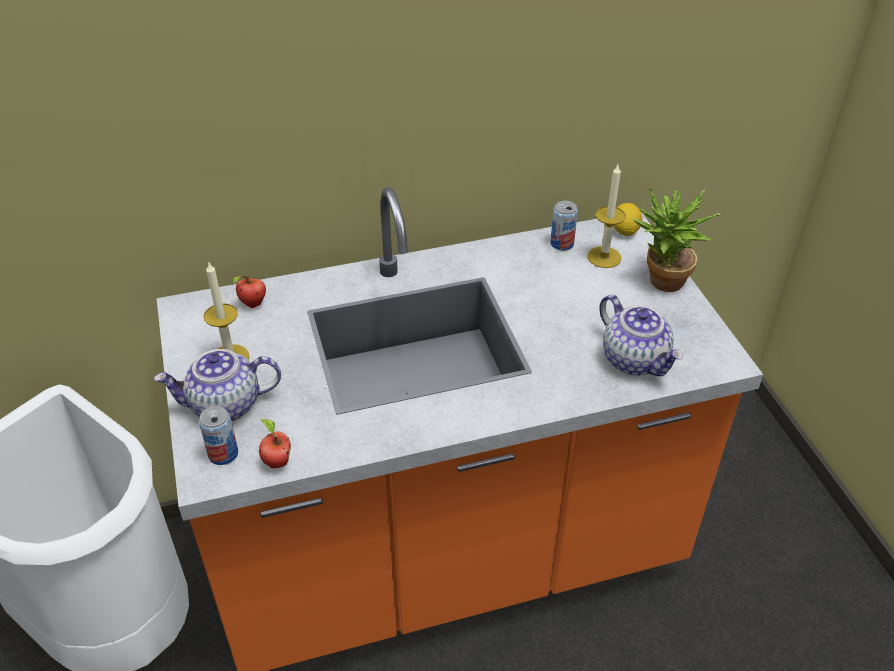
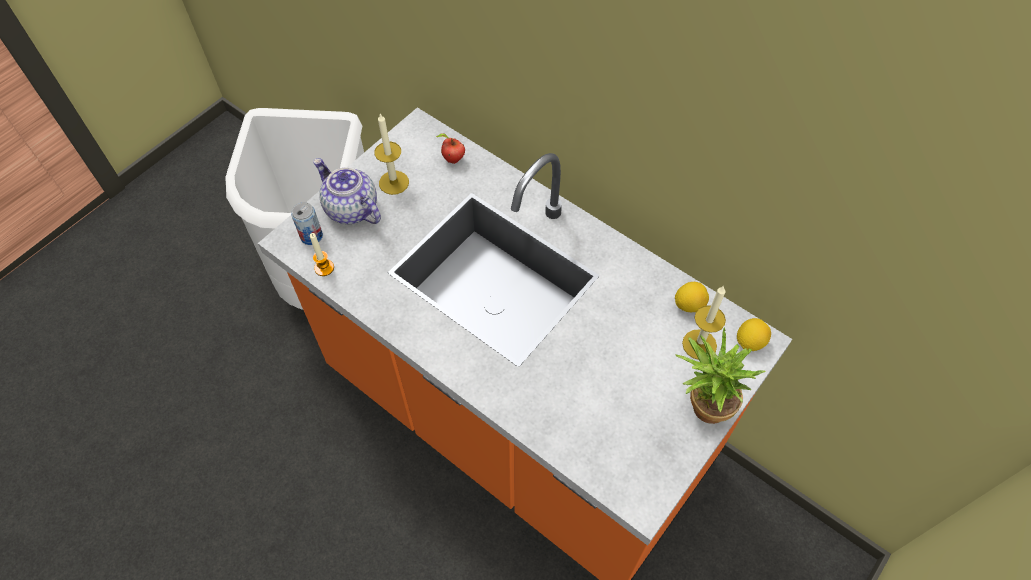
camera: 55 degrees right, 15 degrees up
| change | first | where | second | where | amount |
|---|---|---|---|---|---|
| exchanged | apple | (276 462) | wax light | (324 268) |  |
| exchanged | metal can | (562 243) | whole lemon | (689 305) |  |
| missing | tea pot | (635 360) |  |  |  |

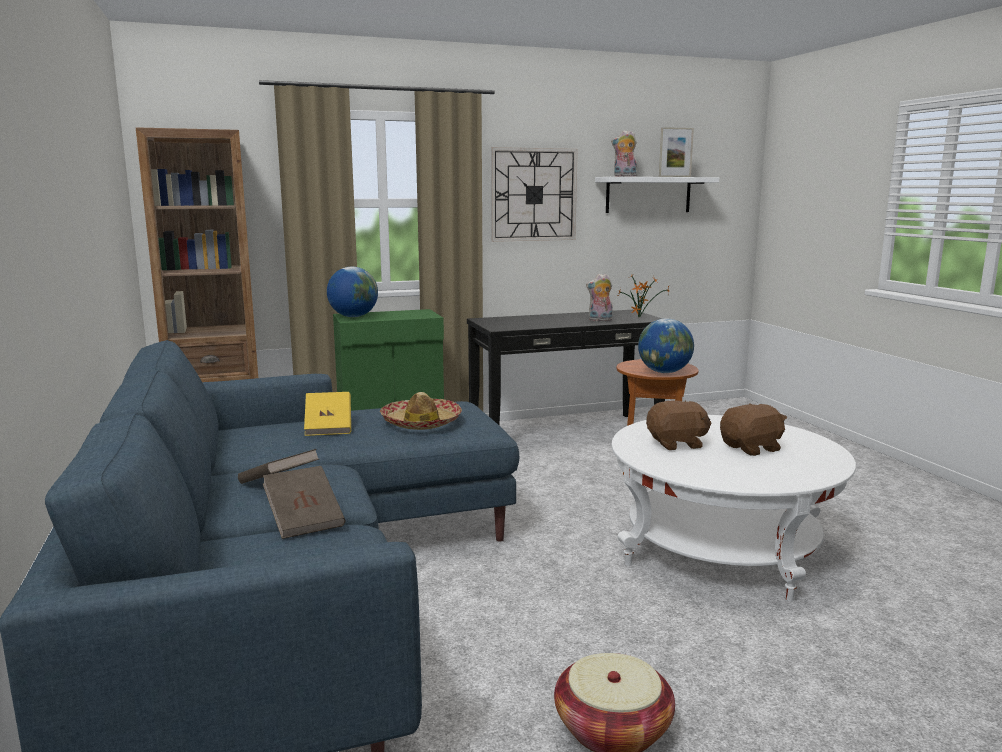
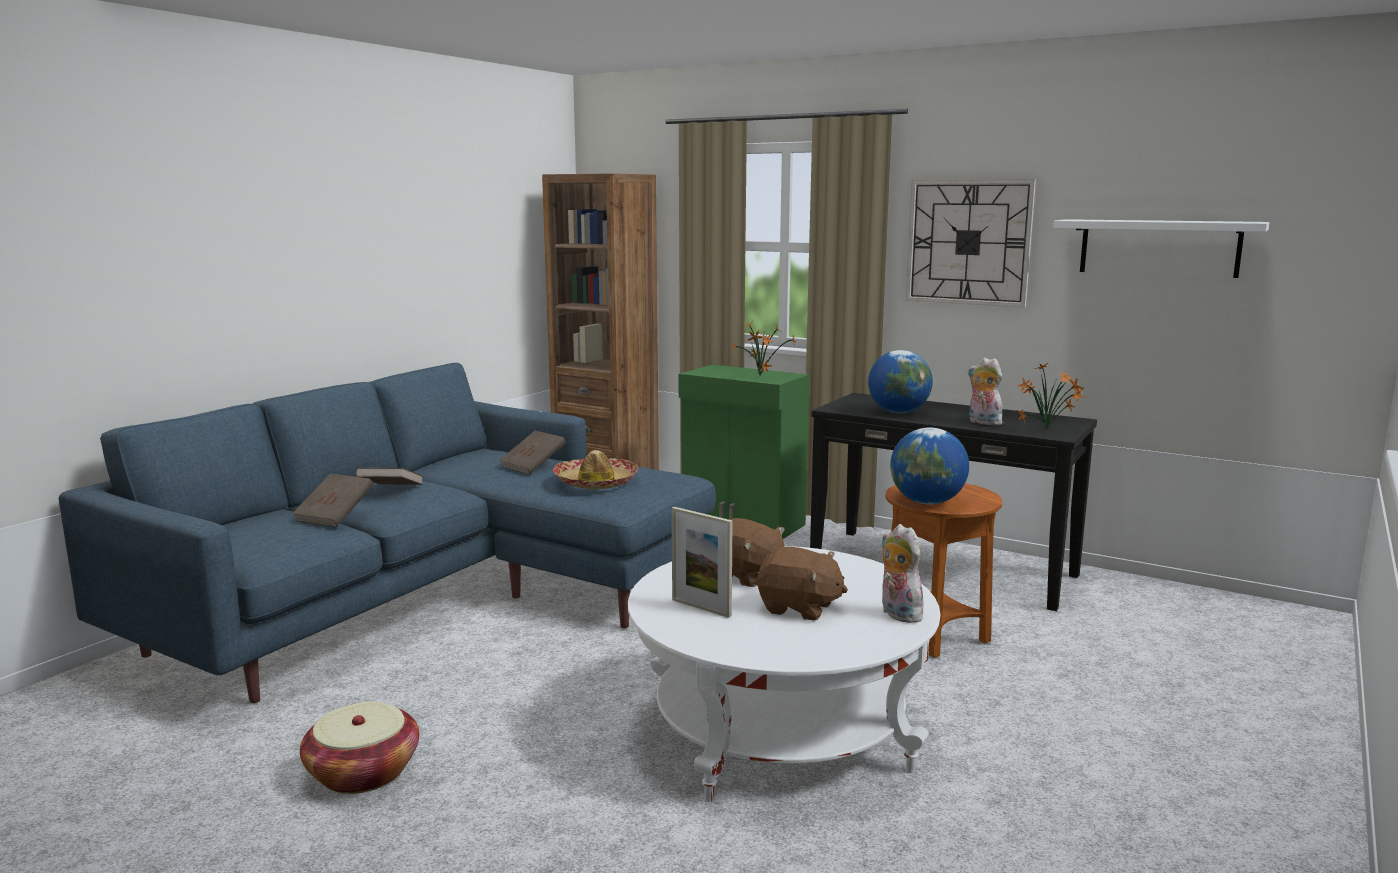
camera: 50 degrees right, 0 degrees up
| change | first | where | second | where | amount |
|---|---|---|---|---|---|
| colour | yellow bound book | (329 427) | brownish bound book | (533 466) |  |
| relocated | photo frame | (674 176) |  | (701 608) |  |
| appeared |  |  | potted plant | (760 376) |  |
| relocated | globe | (353 316) |  | (898 412) |  |
| relocated | soft toy | (624 176) |  | (897 614) |  |

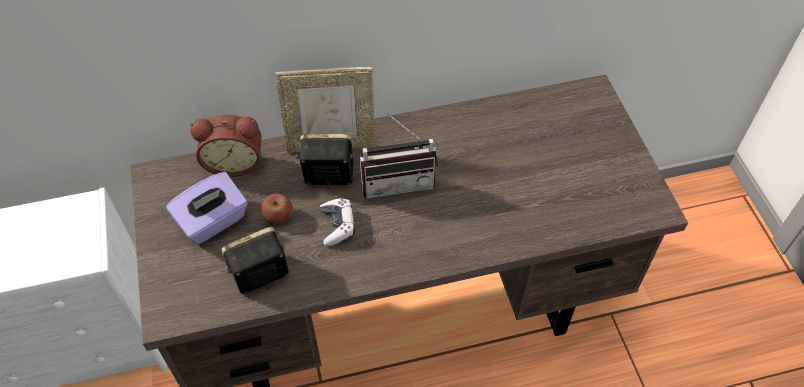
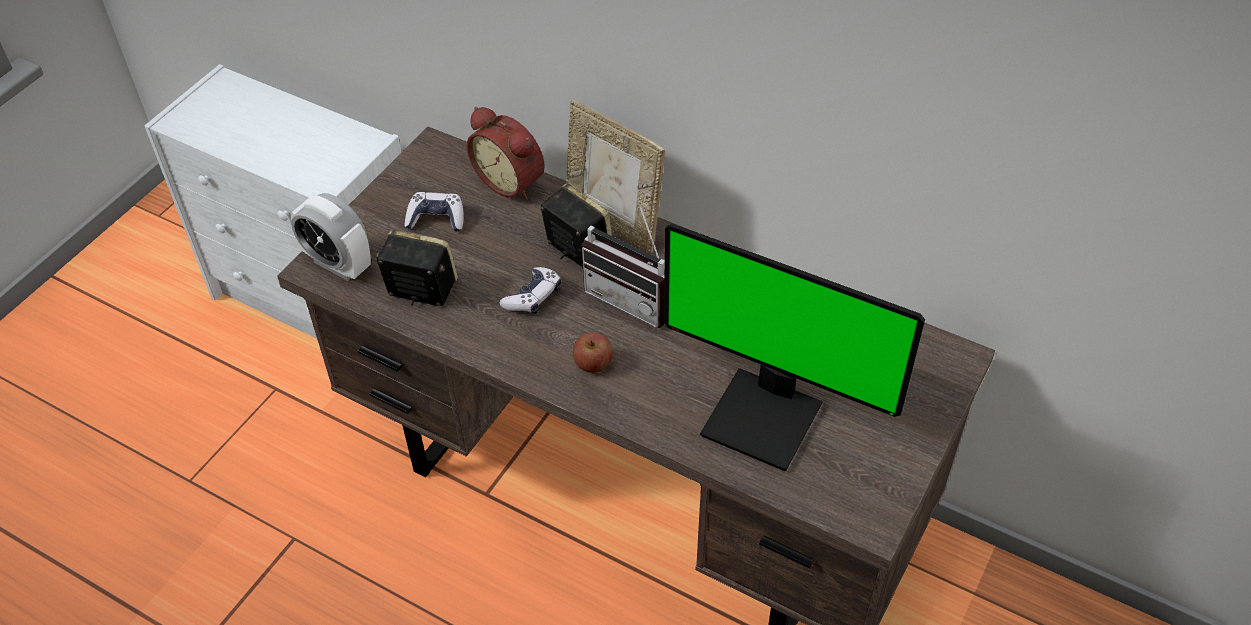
camera: 45 degrees right, 5 degrees down
| change | first | where | second | where | amount |
|---|---|---|---|---|---|
| appeared |  |  | alarm clock | (338 264) |  |
| exchanged | purple tissue holder | (213 221) | game controller | (436 219) |  |
| relocated | apple | (278 216) |  | (593 363) |  |
| appeared |  |  | computer display | (765 417) |  |

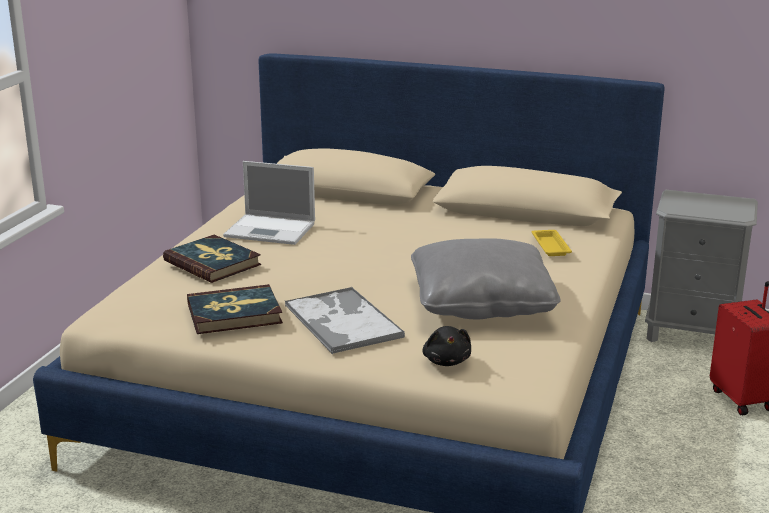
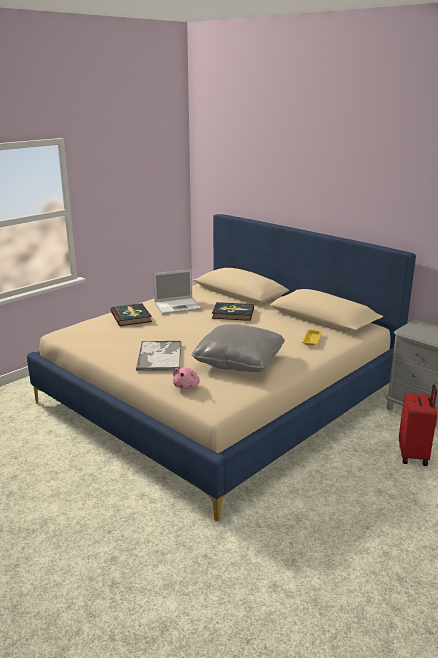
camera: 25 degrees right, 0 degrees up
| change | first | where | second | where | amount |
|---|---|---|---|---|---|
| spun | portable computer | (272 230) |  | (178 306) | 60 degrees counterclockwise |
| colour | black soft toy | (447 361) | pink-coloured soft toy | (186 386) |  |
| relocated | bound book | (234 314) |  | (233 313) |  |

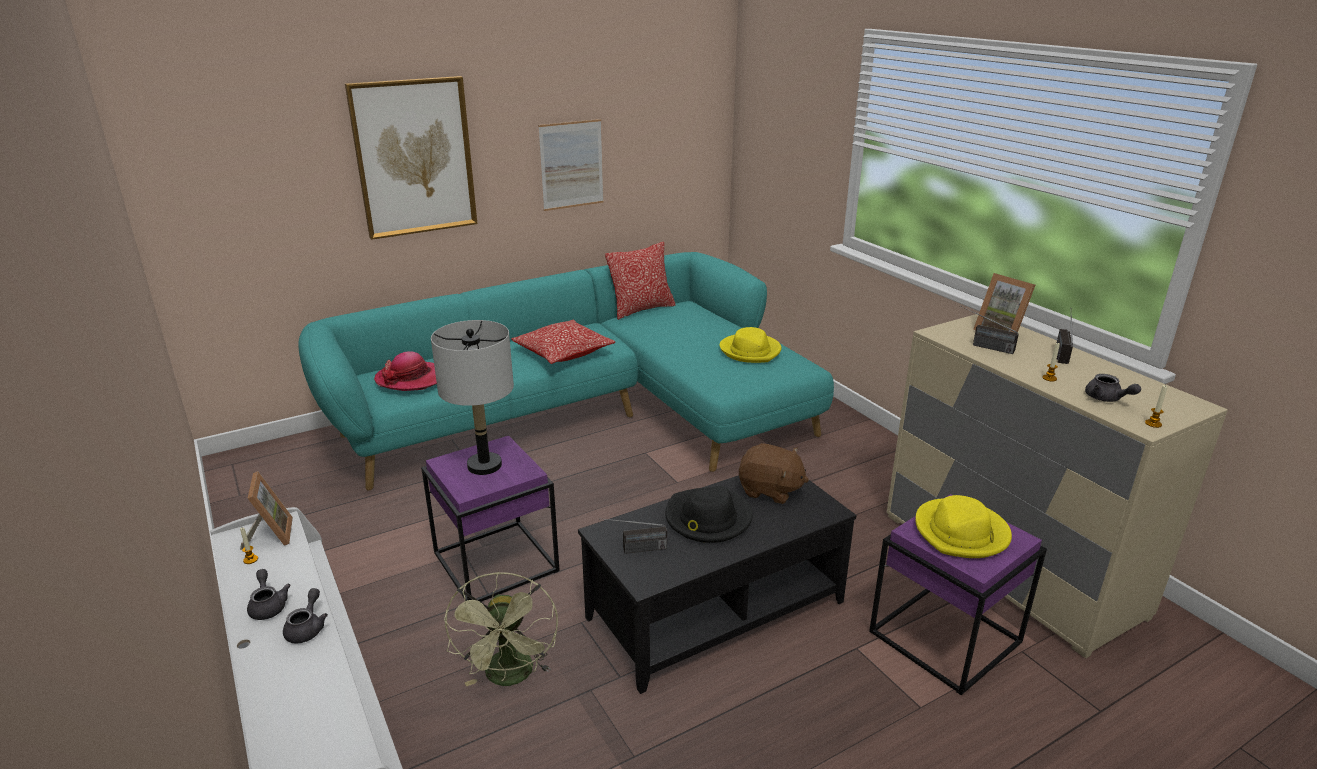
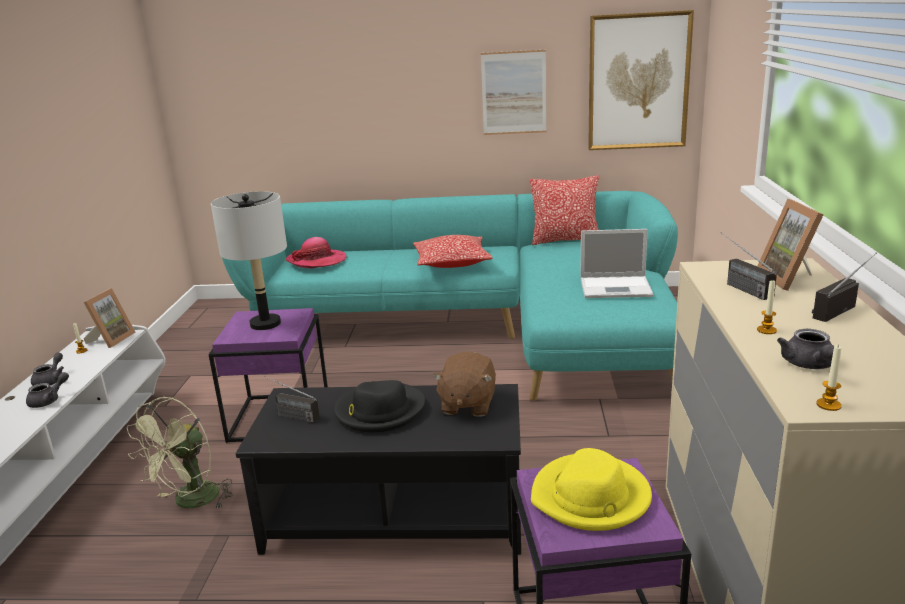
camera: 35 degrees right, 5 degrees down
| change | first | where | second | where | amount |
|---|---|---|---|---|---|
| spun | brownish soft toy | (770 490) |  | (467 404) | 45 degrees clockwise |
| exchanged | yellow hat | (750 351) | portable computer | (617 287) |  |
| relocated | wall art | (414 157) |  | (638 82) |  |

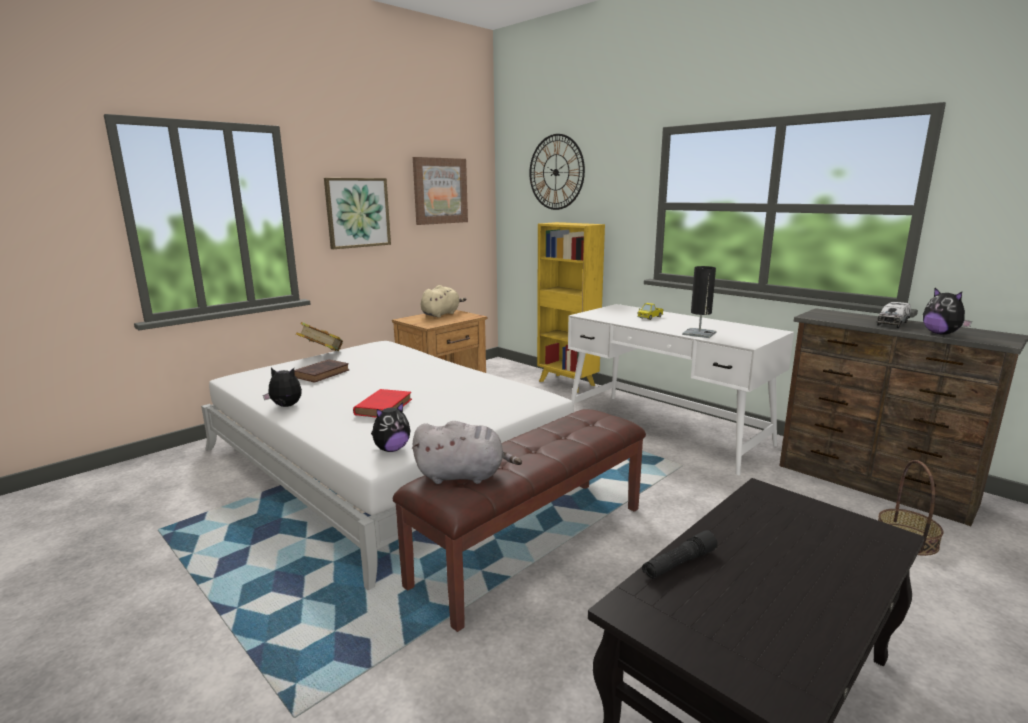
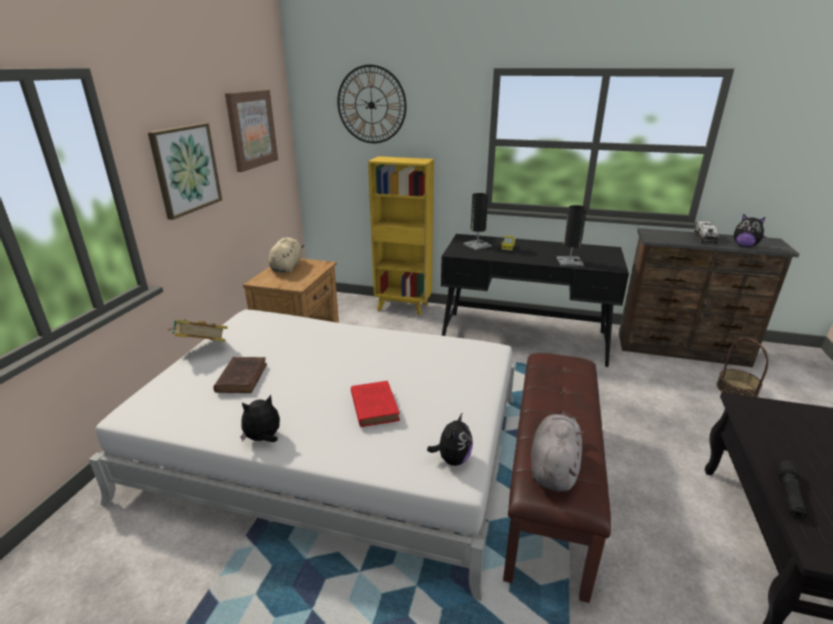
camera: 30 degrees left, 10 degrees up
| change | first | where | second | where | amount |
|---|---|---|---|---|---|
| colour | white-coloured desk table | (666 430) | black desk table | (524 338) |  |
| appeared |  |  | black tabletop lamp | (477 245) |  |
| spun | grey soft toy | (464 476) |  | (553 467) | 45 degrees counterclockwise |

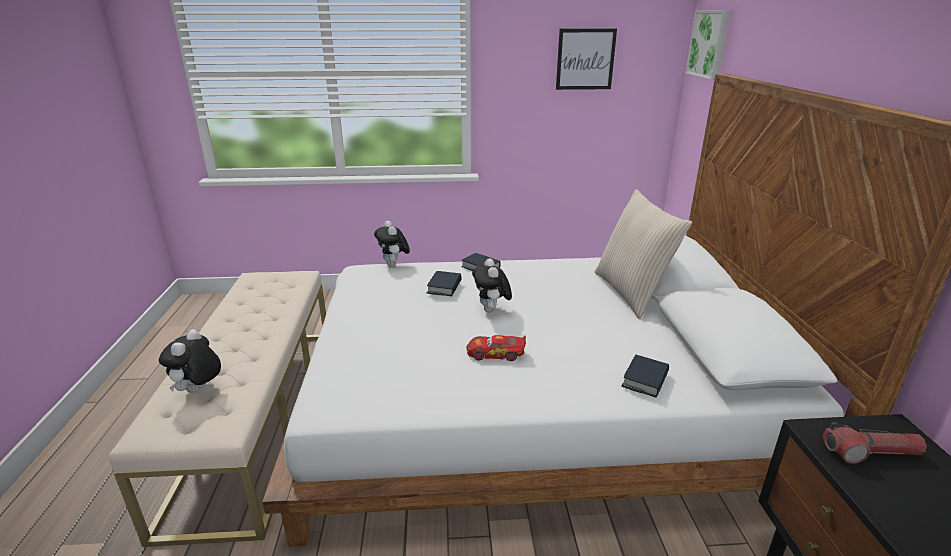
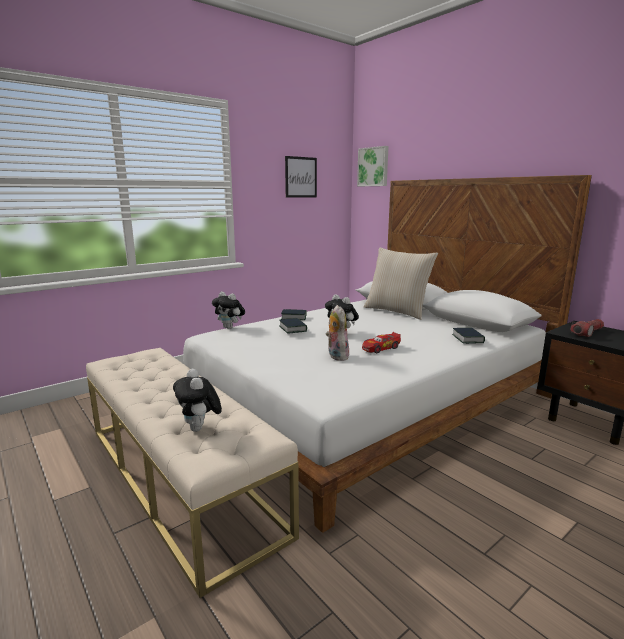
camera: 35 degrees left, 10 degrees down
| change | first | where | second | where | amount |
|---|---|---|---|---|---|
| appeared |  |  | soft toy | (336 356) |  |

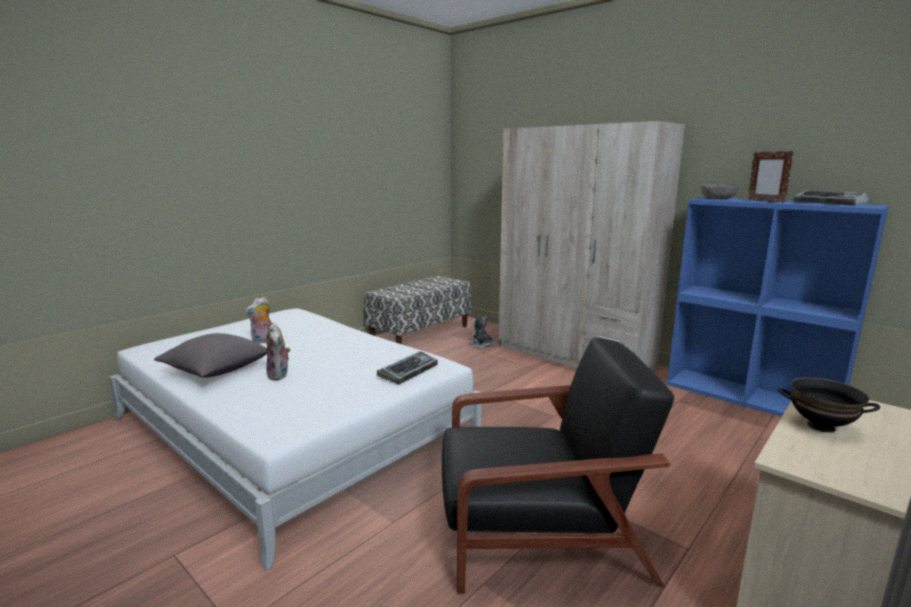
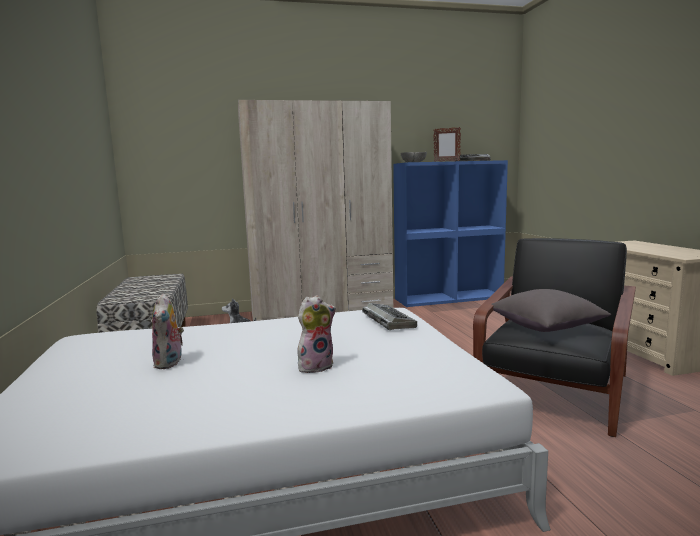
camera: 55 degrees left, 5 degrees down
| change | first | where | second | where | amount |
|---|---|---|---|---|---|
| spun | soft toy | (280 375) |  | (316 366) | 45 degrees counterclockwise |
| relocated | grey cushion | (216 371) |  | (546 327) |  |
| missing | black bowl | (820 426) |  |  |  |

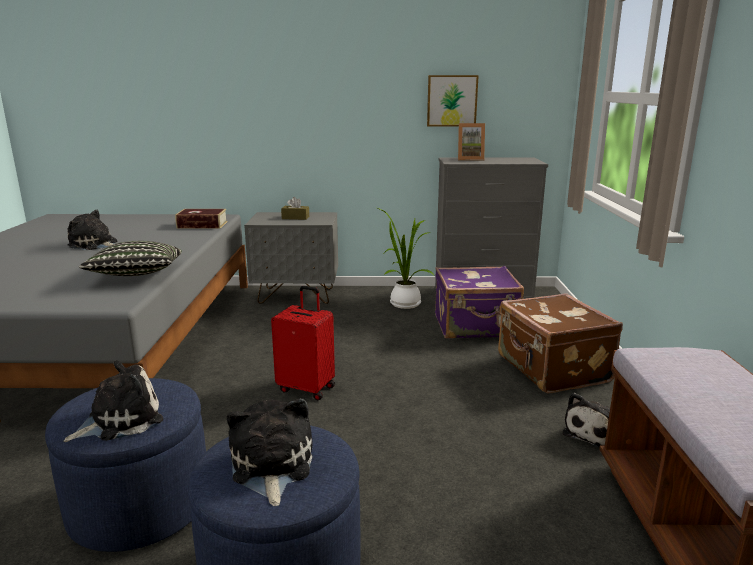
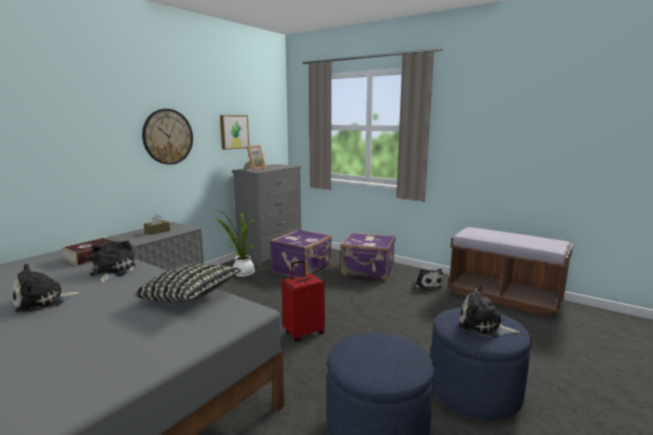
camera: 55 degrees left, 5 degrees down
| change | first | where | second | where | amount |
|---|---|---|---|---|---|
| relocated | soft toy | (120 420) |  | (111 272) |  |
| appeared |  |  | clock on the wall | (168 136) |  |
| colour | brownish suitcase | (551 369) | purple suitcase | (368 271) |  |

